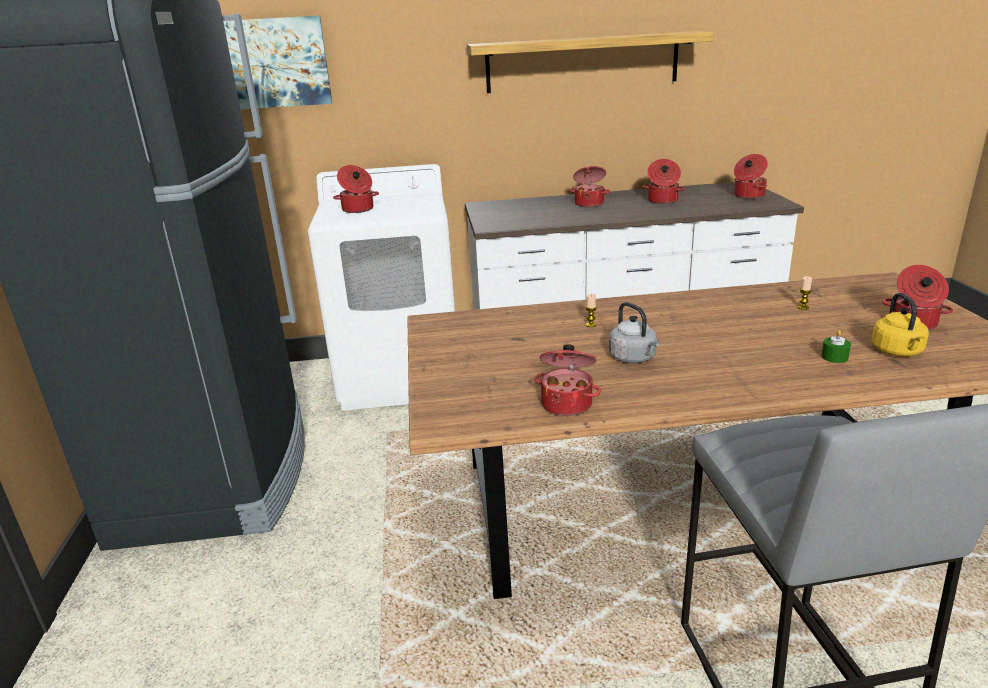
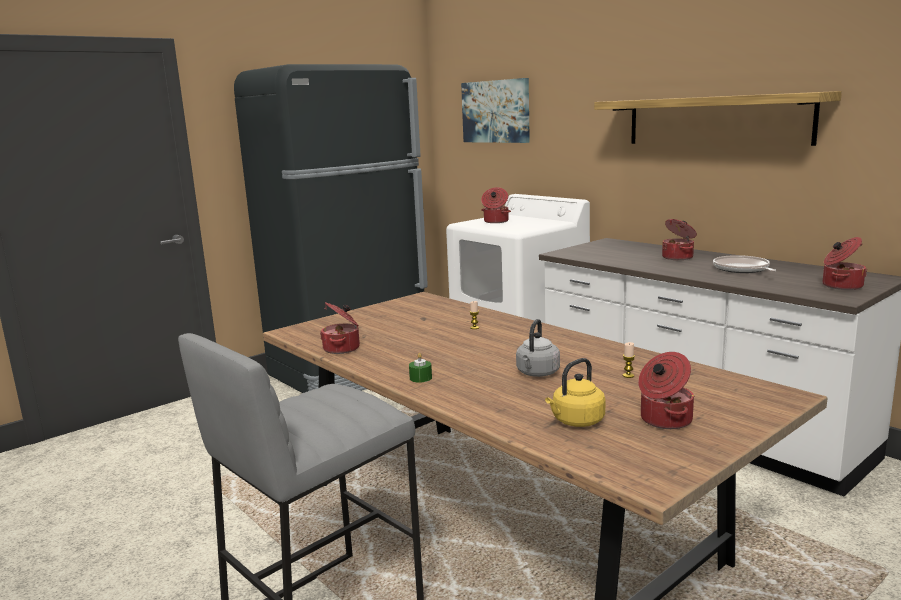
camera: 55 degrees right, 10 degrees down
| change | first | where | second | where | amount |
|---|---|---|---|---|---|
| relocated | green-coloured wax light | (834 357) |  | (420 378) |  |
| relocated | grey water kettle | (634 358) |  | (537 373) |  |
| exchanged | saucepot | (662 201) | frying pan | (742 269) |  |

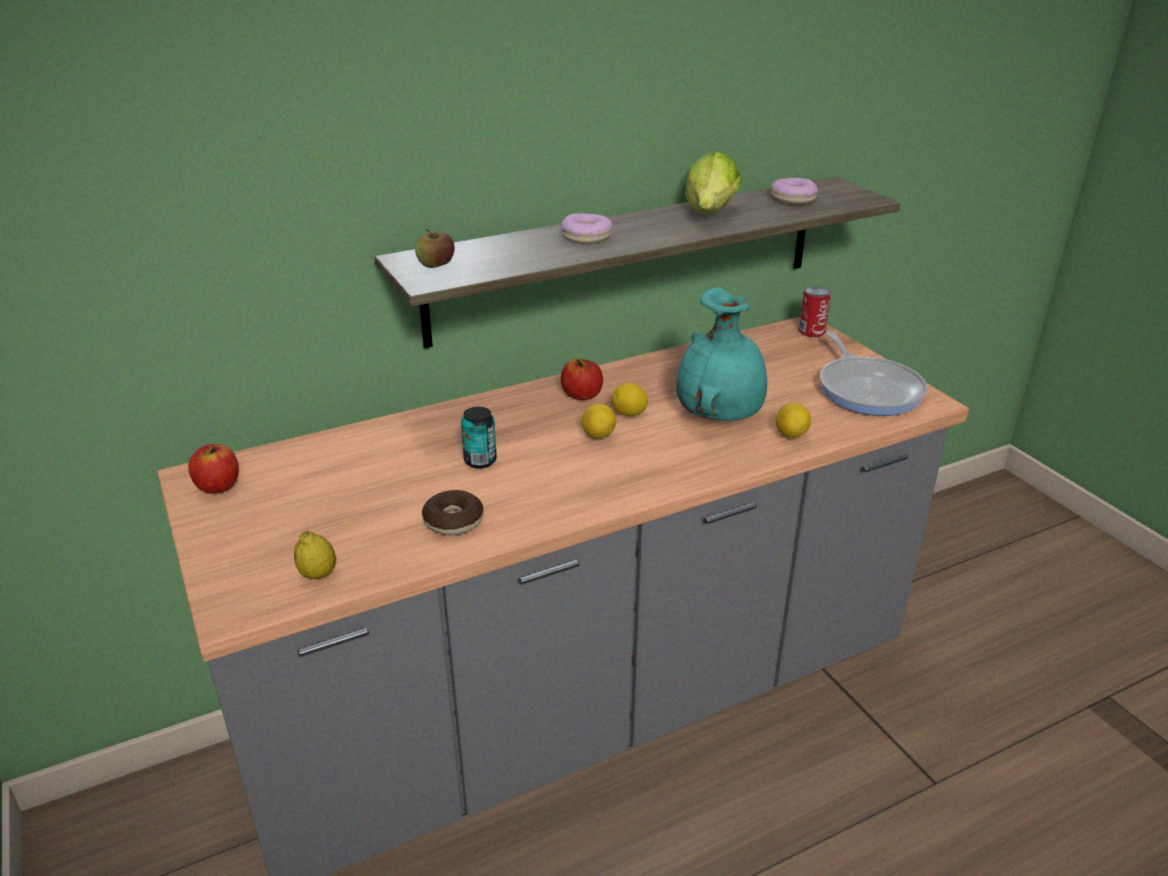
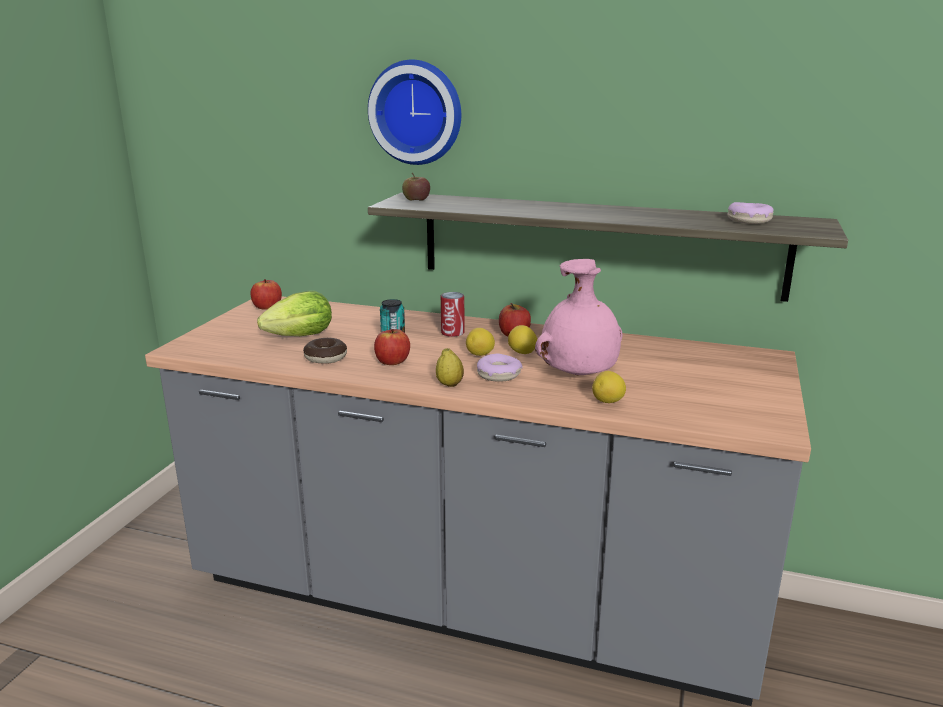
camera: 45 degrees right, 10 degrees down
| change | first | where | second | where | amount |
|---|---|---|---|---|---|
| relocated | head of lettuce | (709 215) |  | (296 338) |  |
| appeared |  |  | clock on the wall | (417 112) |  |
| appeared |  |  | apple | (392 361) |  |
| relocated | whole lemon | (318 574) |  | (449 384) |  |
| relocated | metal can | (811 332) |  | (452 333) |  |
| relocated | donut | (586 236) |  | (499 375) |  |
| colour | blue-green vase | (720 417) | pink-coloured vase | (579 375) |  |
| missing | frying pan | (868 389) |  |  |  |

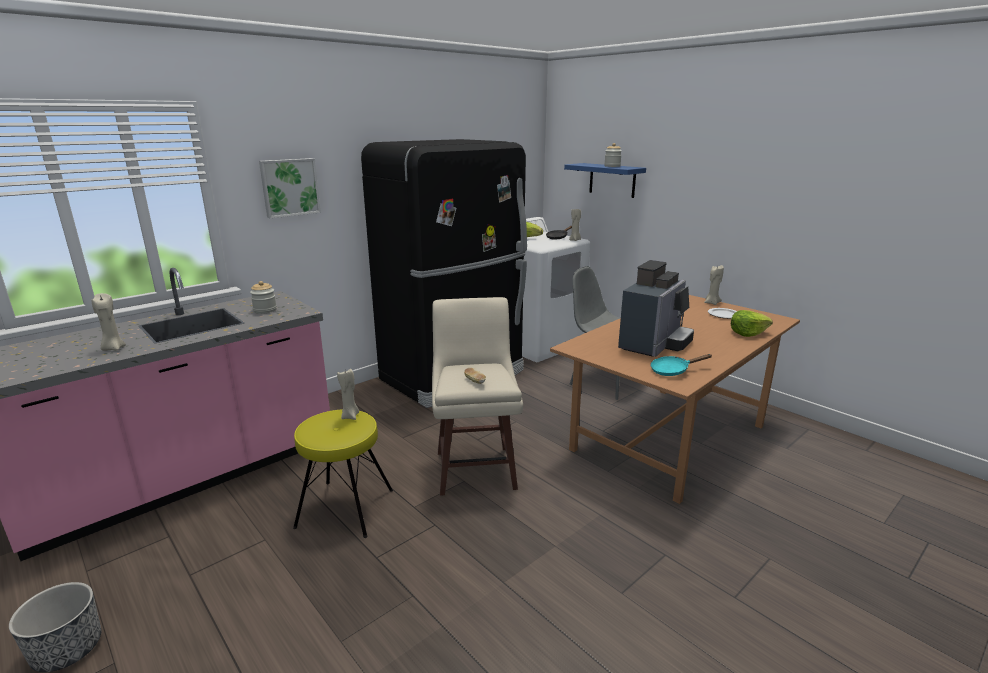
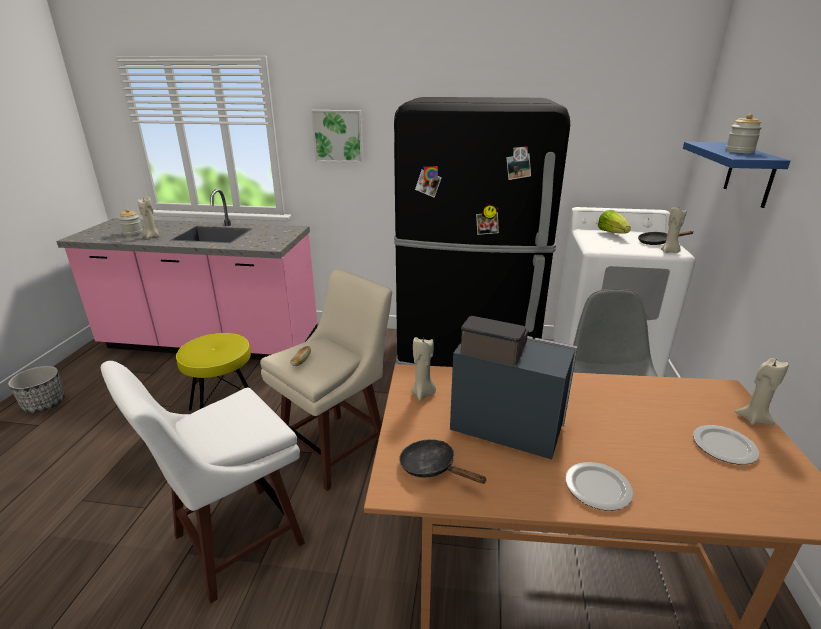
camera: 50 degrees right, 5 degrees up
| change | first | where | second | where | amount |
|---|---|---|---|---|---|
| appeared |  |  | white-coloured stool seat | (234 541) |  |
| relocated | preserve jar | (265 310) |  | (133 233) |  |
| colour | blue-green frying pan | (672 371) | black frying pan | (432 468) |  |
| relocated | sand-coloured wax light | (350 416) |  | (423 394) |  |
| spun | coffee brewer | (654 344) |  | (503 423) | 150 degrees counterclockwise |
| appeared |  |  | flat dish | (598 488) |  |
| missing | head of lettuce | (747 333) |  |  |  |

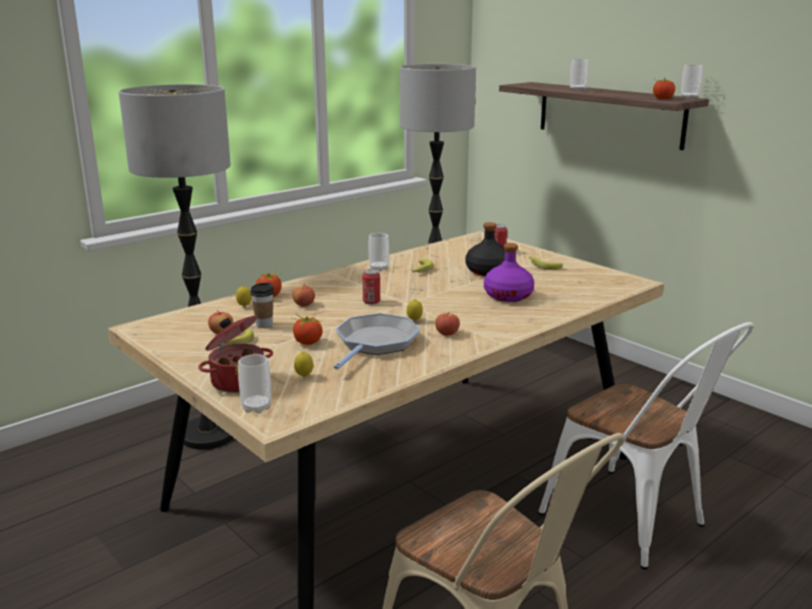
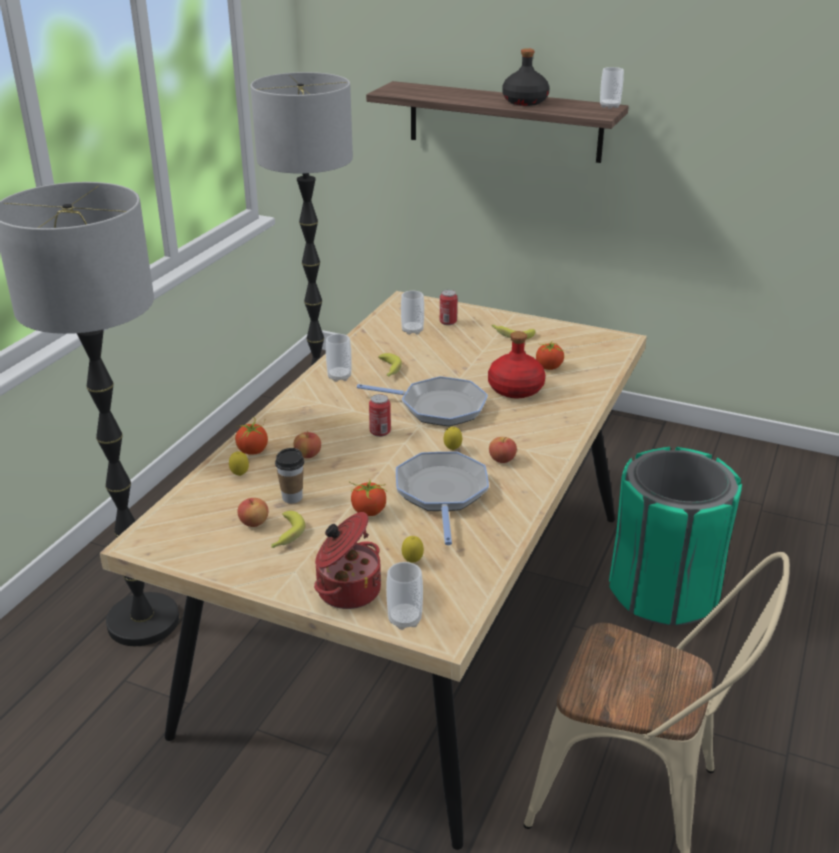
camera: 25 degrees left, 10 degrees up
| change | first | where | second | where | amount |
|---|---|---|---|---|---|
| appeared |  |  | frying pan | (438 407) |  |
| relocated | small cup | (577 90) |  | (412 330) |  |
| colour | purple drink bottle | (508 296) | red drink bottle | (515 389) |  |
| relocated | black drink bottle | (487 271) |  | (524 101) |  |
| relocated | fresh tomato | (662 99) |  | (549 367) |  |
| exchanged | white-coloured upright chair | (634 523) | green-coloured waste bin | (664 592) |  |

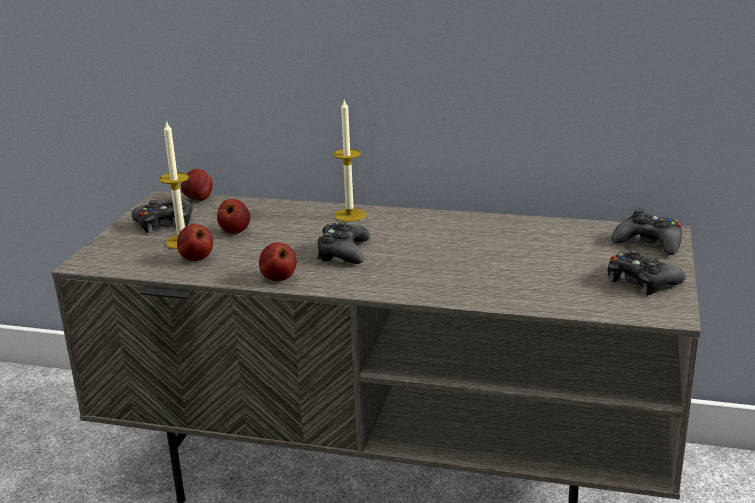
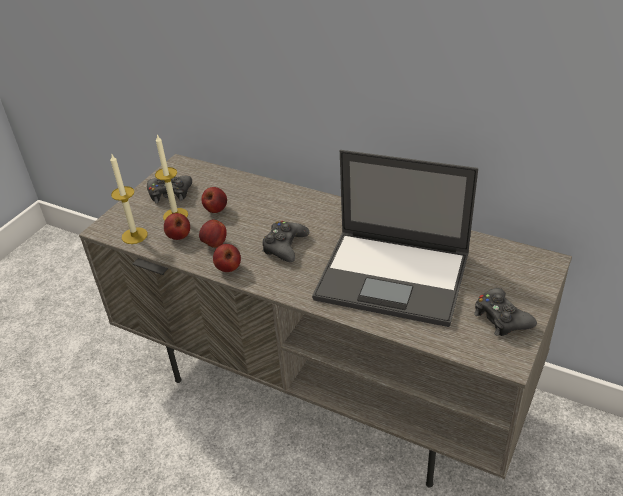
camera: 15 degrees right, 15 degrees up
| change | first | where | second | where | amount |
|---|---|---|---|---|---|
| relocated | wax light | (349 215) |  | (134 235) |  |
| relocated | apple | (198 200) |  | (214 244) |  |
| appeared |  |  | portable computer | (394 276) |  |
| missing | black game controller | (649 243) |  |  |  |

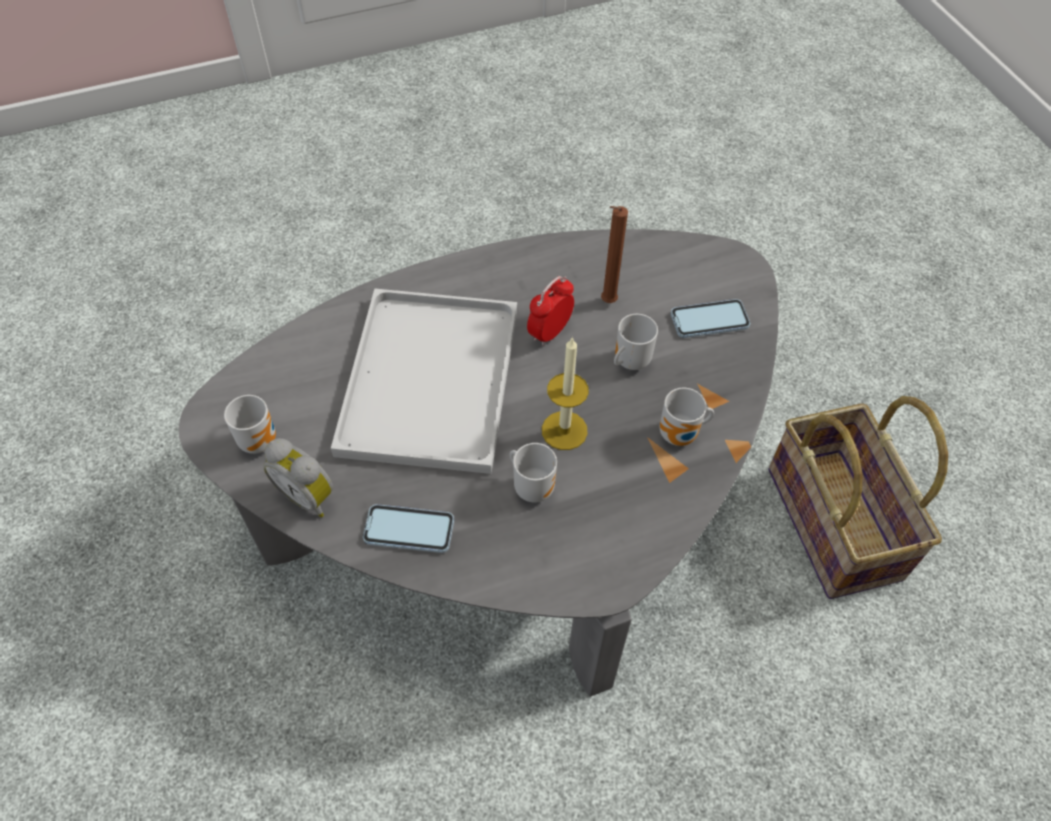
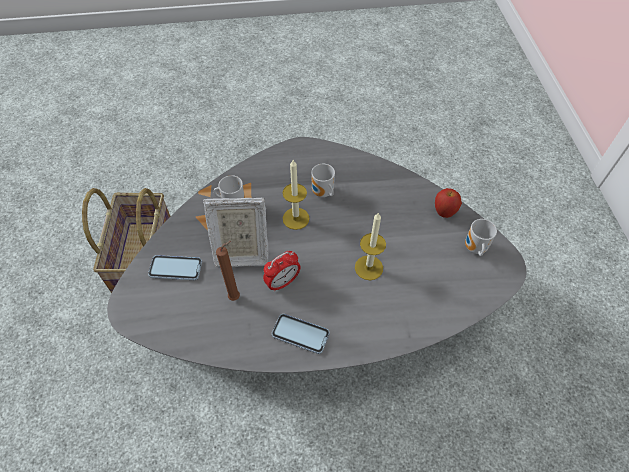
camera: 165 degrees left, 0 degrees up
| change | first | where | second | where | amount |
|---|---|---|---|---|---|
| exchanged | tea mug | (629 361) | photo frame | (241 251) |  |
| relocated | handset | (409 530) |  | (300 334) |  |
| exchanged | white-coloured serving tray | (428 376) | wax light | (368 267) |  |
| exchanged | alarm clock | (309 495) | apple | (444 212) |  |

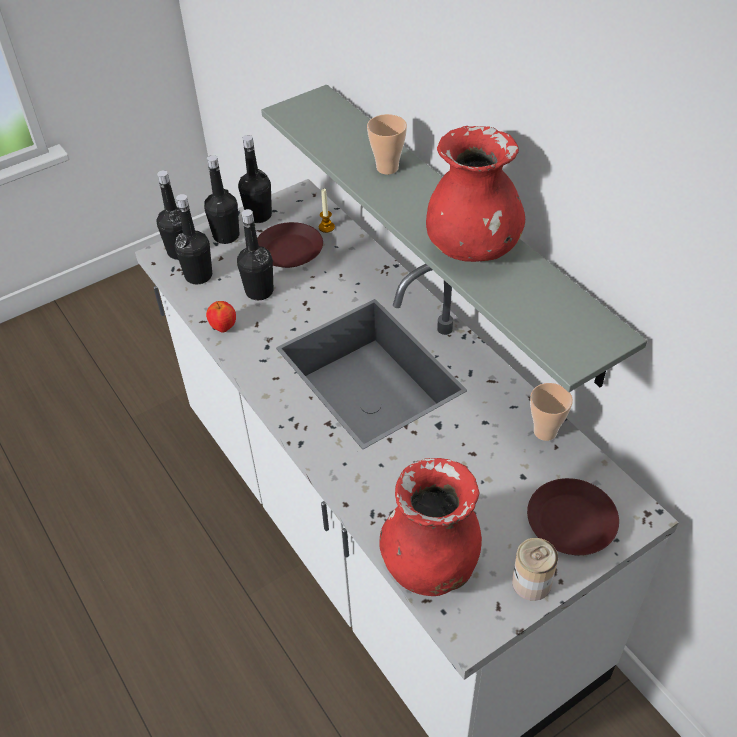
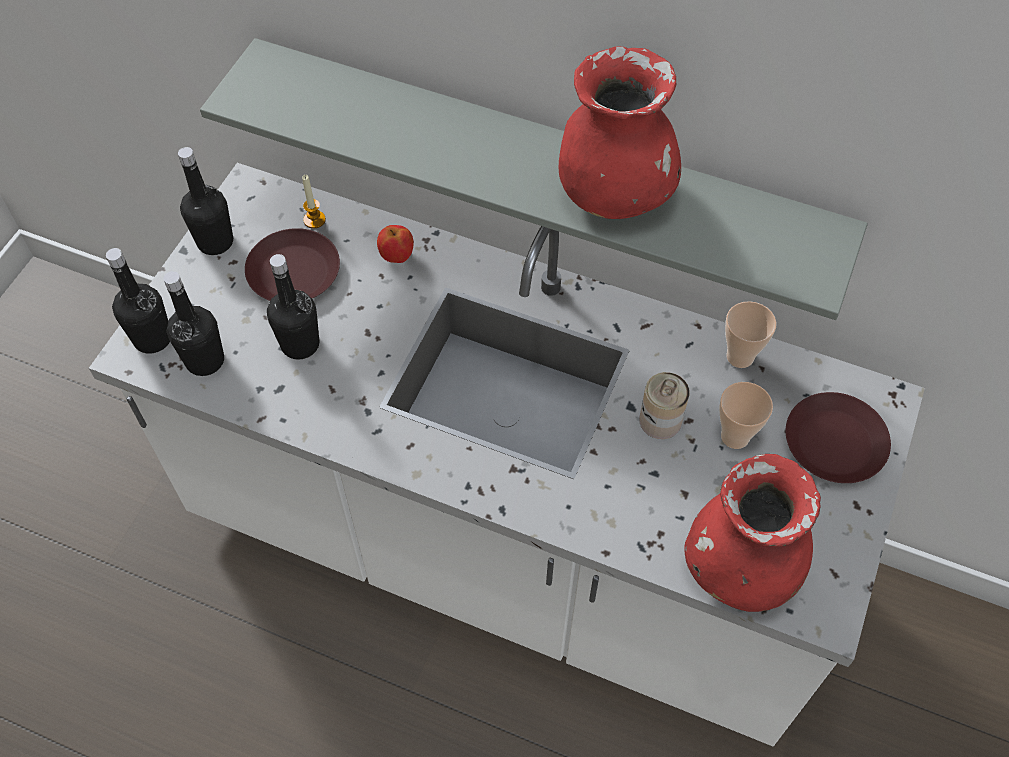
camera: 35 degrees left, 10 degrees up
| change | first | where | second | where | amount |
|---|---|---|---|---|---|
| relocated | apple | (223 328) |  | (397 257) |  |
| relocated | metal can | (531 582) |  | (660 420) |  |
| relocated | small cup | (387 168) |  | (735 436) |  |
| missing | black drink bottle | (226 236) |  |  |  |

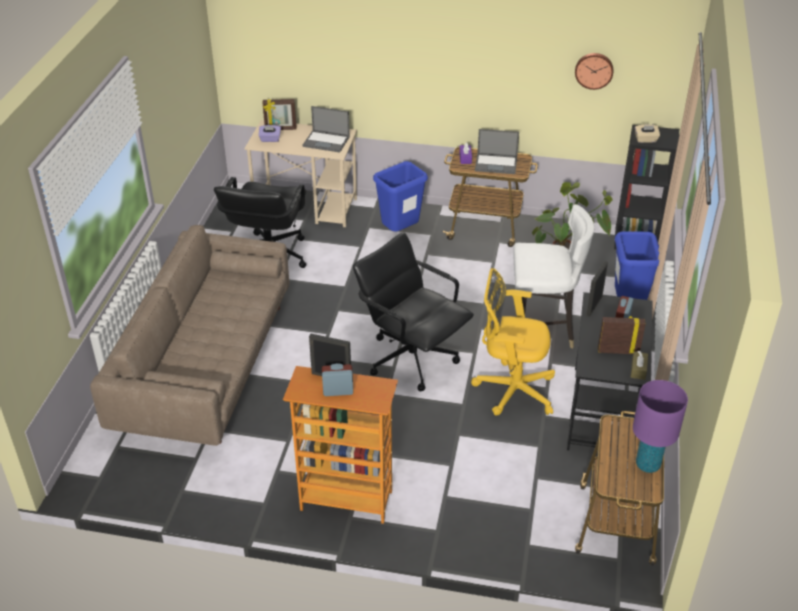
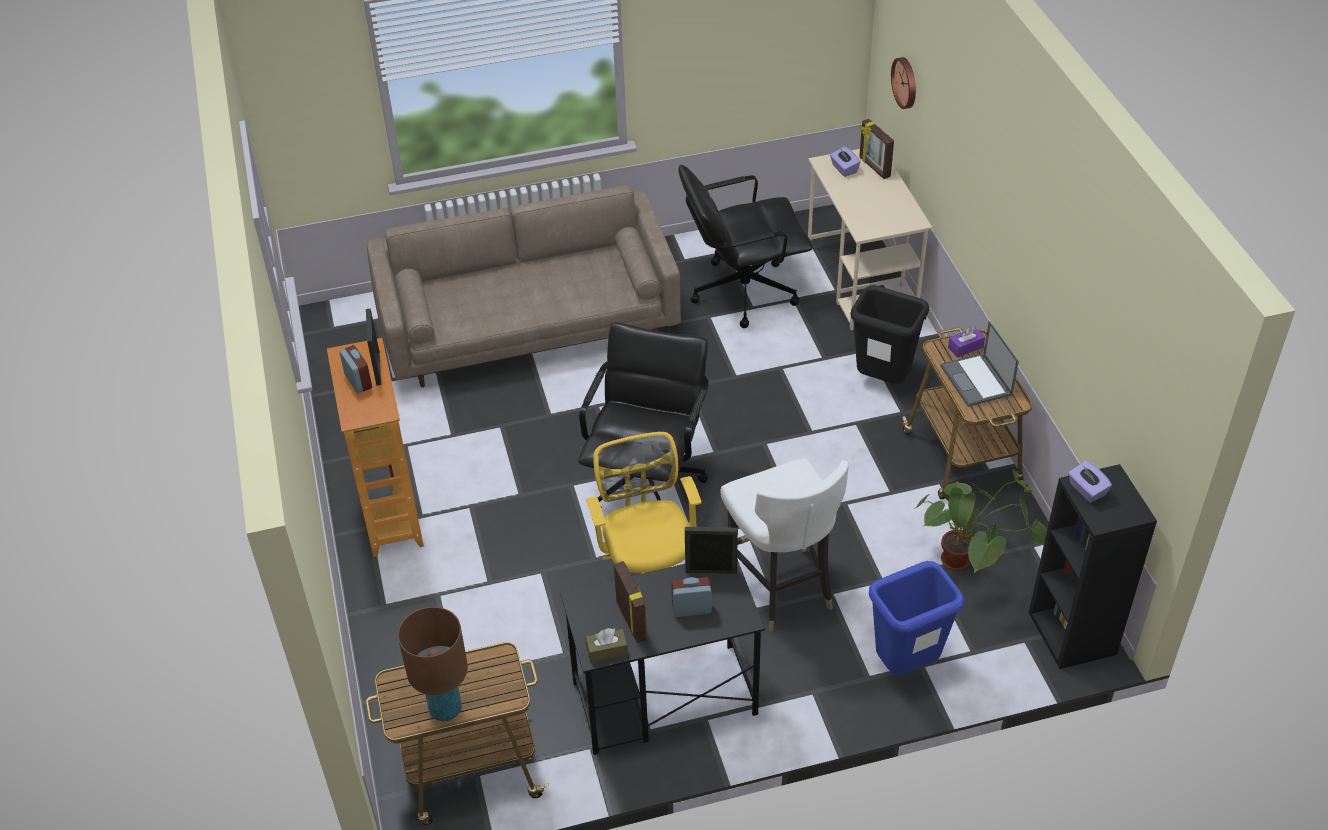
camera: 65 degrees right, 5 degrees up
| change | first | where | second | where | amount |
|---|---|---|---|---|---|
| colour | purple tabletop lamp | (647 464) | brownish tabletop lamp | (445 709) |  |
| colour | blue waste bin | (400 232) | black waste bin | (883 381) |  |
| relocated | clock on the wall | (594 70) |  | (906 82) |  |
| colour | sand-coloured tissue holder | (646 140) | purple tissue holder | (1086 490) |  |
| missing | portable computer | (327 141) |  |  |  |

